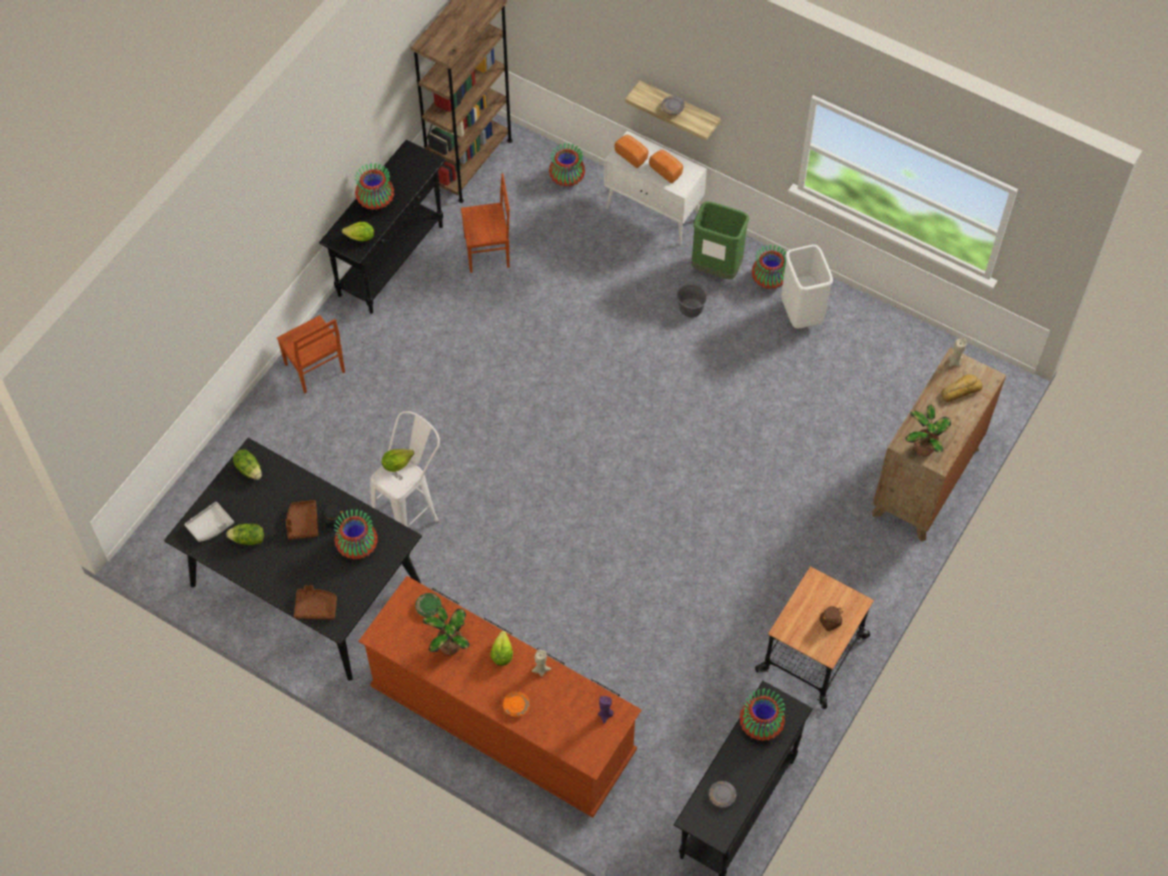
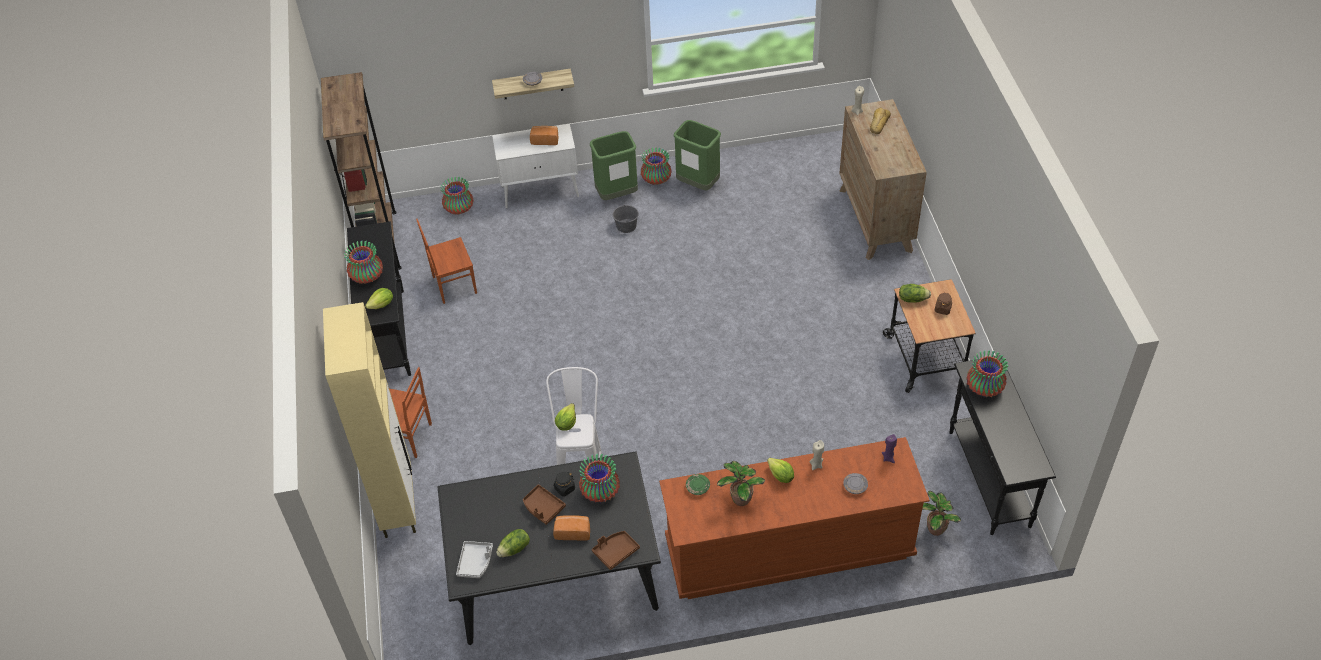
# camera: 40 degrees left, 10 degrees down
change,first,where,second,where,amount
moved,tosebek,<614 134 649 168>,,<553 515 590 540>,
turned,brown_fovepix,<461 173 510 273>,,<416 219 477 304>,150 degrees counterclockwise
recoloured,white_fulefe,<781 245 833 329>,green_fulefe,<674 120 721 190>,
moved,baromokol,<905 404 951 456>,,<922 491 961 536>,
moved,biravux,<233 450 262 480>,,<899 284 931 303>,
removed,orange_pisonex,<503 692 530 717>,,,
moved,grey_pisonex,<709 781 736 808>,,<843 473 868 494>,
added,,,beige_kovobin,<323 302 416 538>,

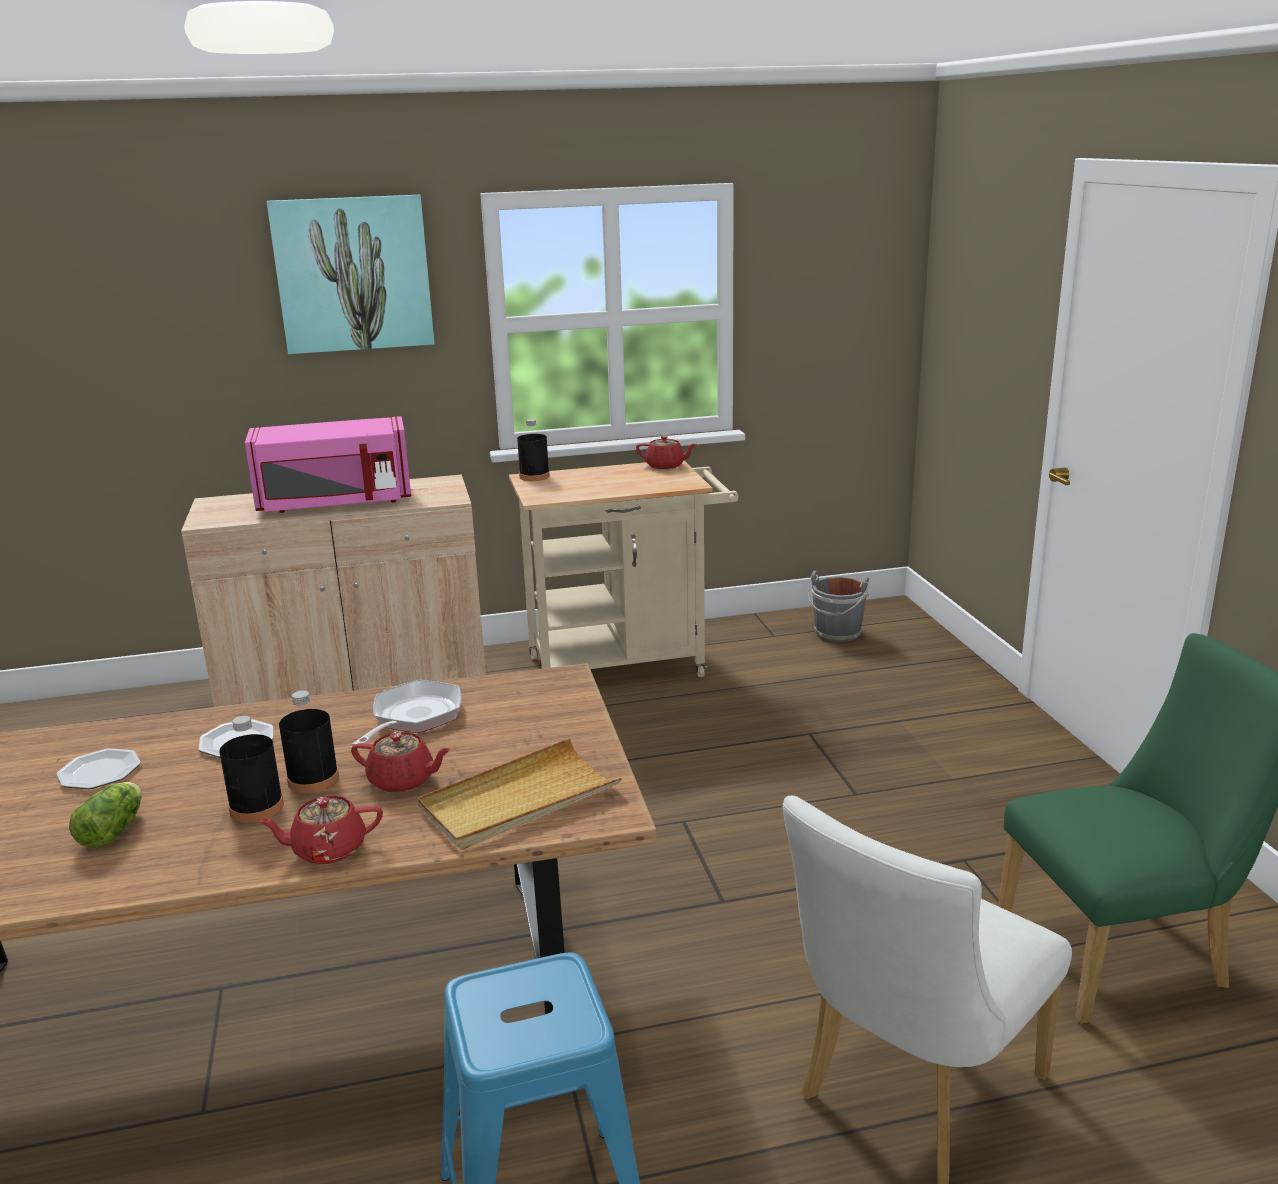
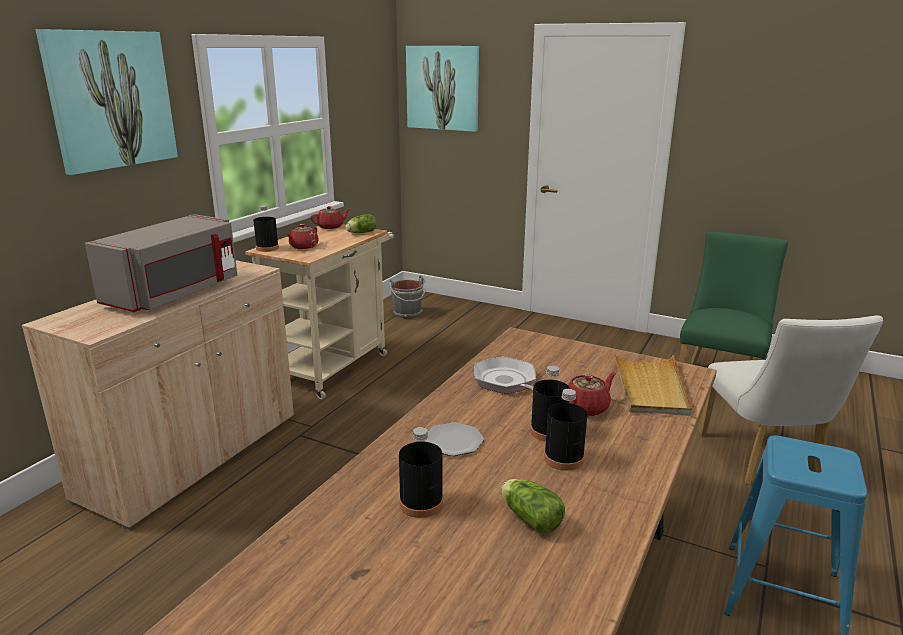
# camera: 50 degrees left, 0 degrees up
change,first,where,second,where,amount
recoloured,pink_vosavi,<245 416 411 513>,grey_vosavi,<85 214 237 312>,
replaced,pisonex,<57 748 141 789>,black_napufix,<399 427 443 518>,
moved,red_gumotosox,<257 796 383 864>,,<287 224 319 249>,
added,,,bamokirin,<406 46 479 132>,
added,,,biravux,<345 214 377 233>,

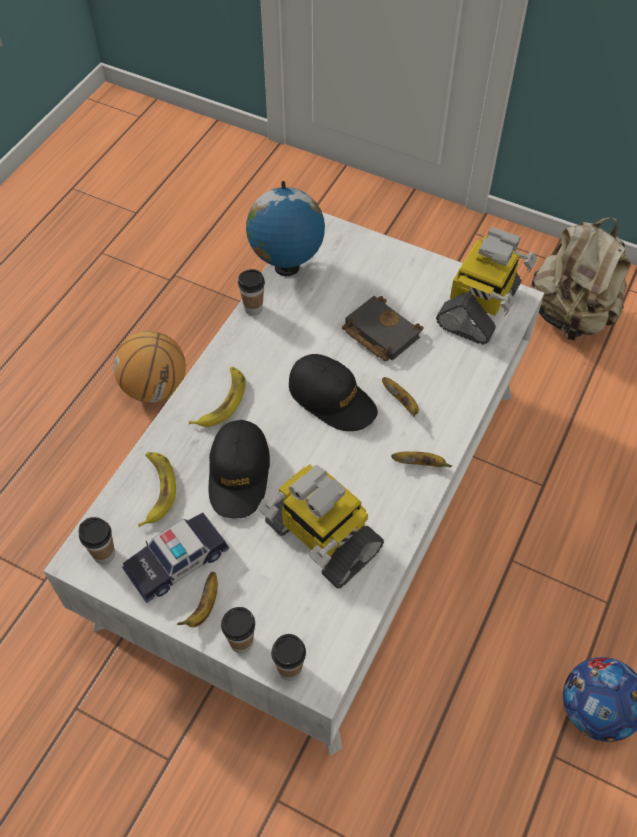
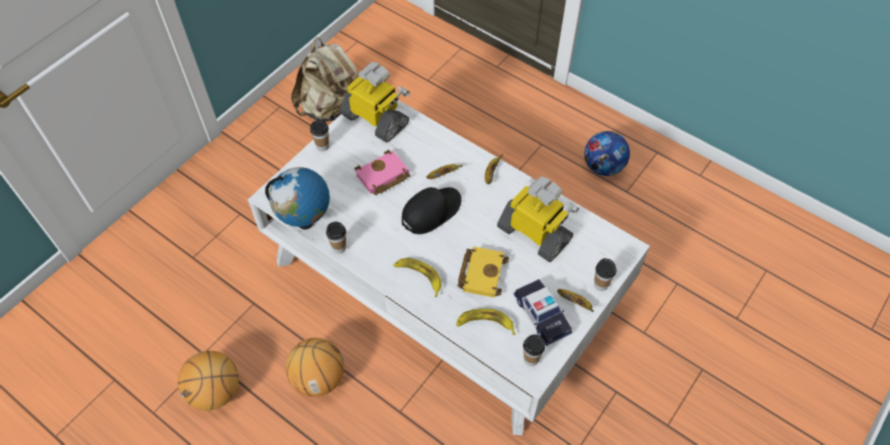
# camera: 80 degrees left, 0 degrees up
change,first,where,second,where,amount
recoloured,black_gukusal,<342 296 424 361>,pink_gukusal,<355 150 410 195>,
replaced,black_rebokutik,<208 420 270 518>,yellow_gukusal,<457 247 509 298>,
turned,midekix,<258 464 384 589>,,<497 176 579 262>,105 degrees counterclockwise
moved,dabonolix,<271 634 306 681>,,<310 120 329 151>,
added,,,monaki,<178 351 239 411>,

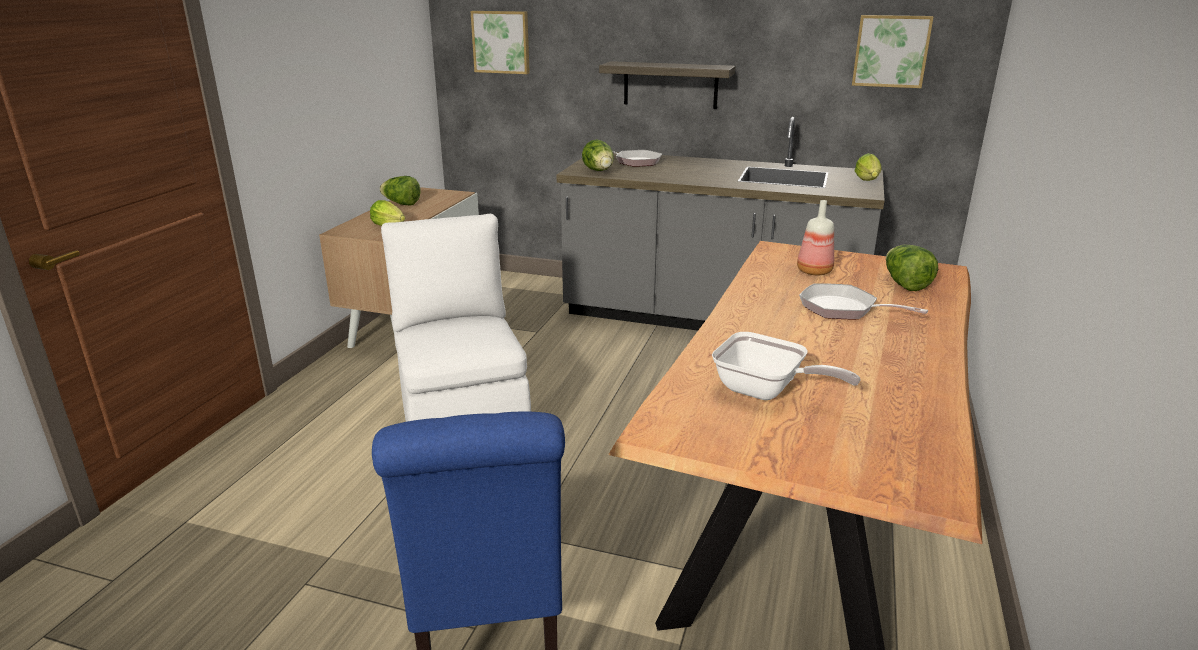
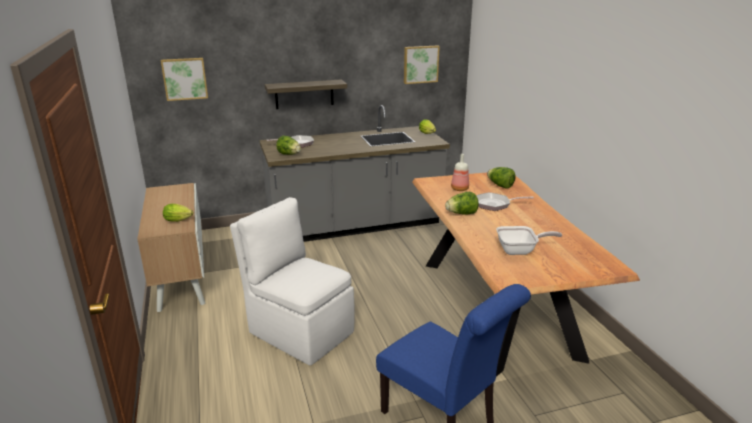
# camera: 35 degrees left, 0 degrees up
change,first,where,second,where,amount
moved,biravux,<380 176 420 206>,,<445 192 479 215>,

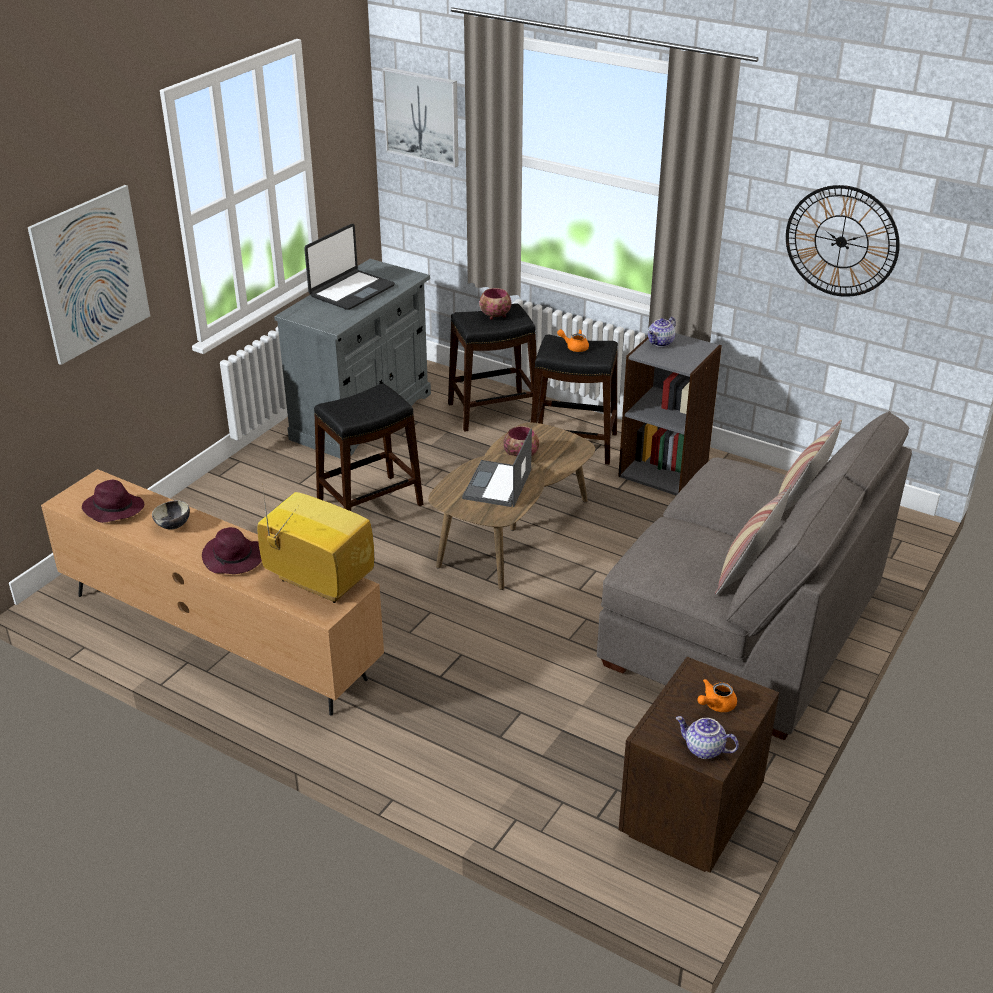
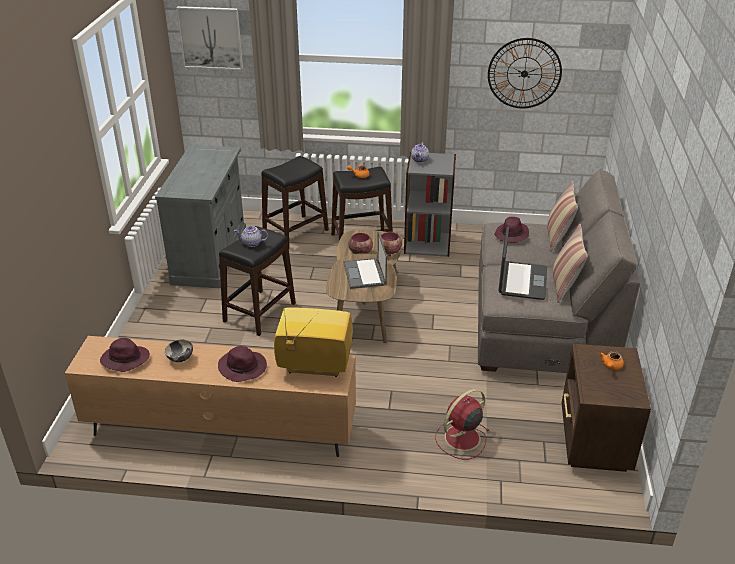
# camera: 25 degrees left, 0 degrees up
change,first,where,second,where,amount
removed,bamokirin,<28 185 150 365>,,,
moved,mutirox,<304 224 395 310>,,<498 227 547 300>,
moved,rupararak,<479 288 511 320>,,<380 232 402 256>,
moved,gumotosox,<676 716 739 759>,,<234 226 268 247>,
added,,,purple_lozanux,<494 217 529 243>,
added,,,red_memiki,<435 389 490 459>,

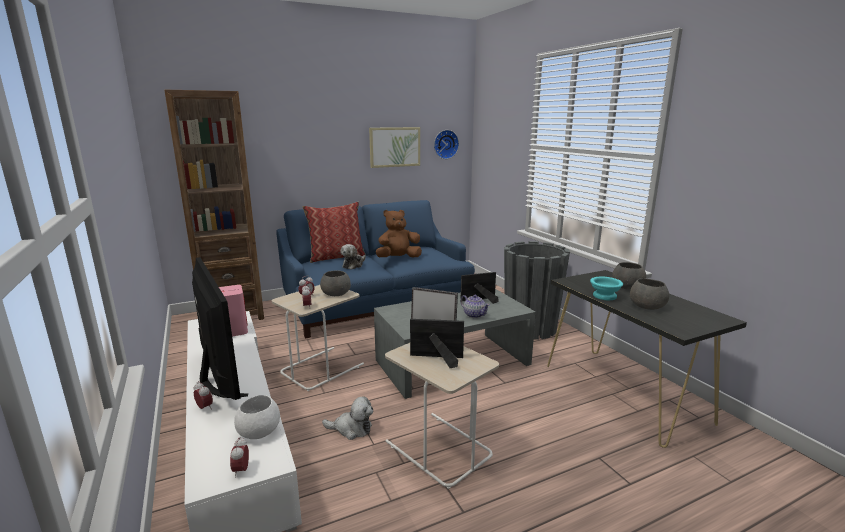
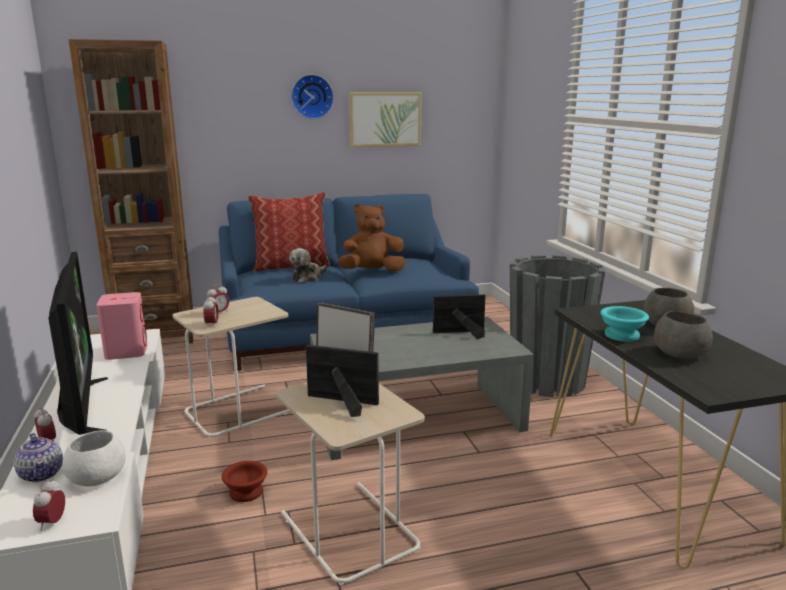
# camera: 10 degrees right, 0 degrees up
change,first,where,second,where,amount
moved,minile,<434 130 459 159>,,<291 74 334 119>,
removed,grey_rupararak,<320 270 351 296>,,,
moved,gumotosox,<460 295 490 318>,,<14 433 63 482>,
replaced,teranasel,<322 396 373 440>,brown_rupararak,<222 461 267 502>,

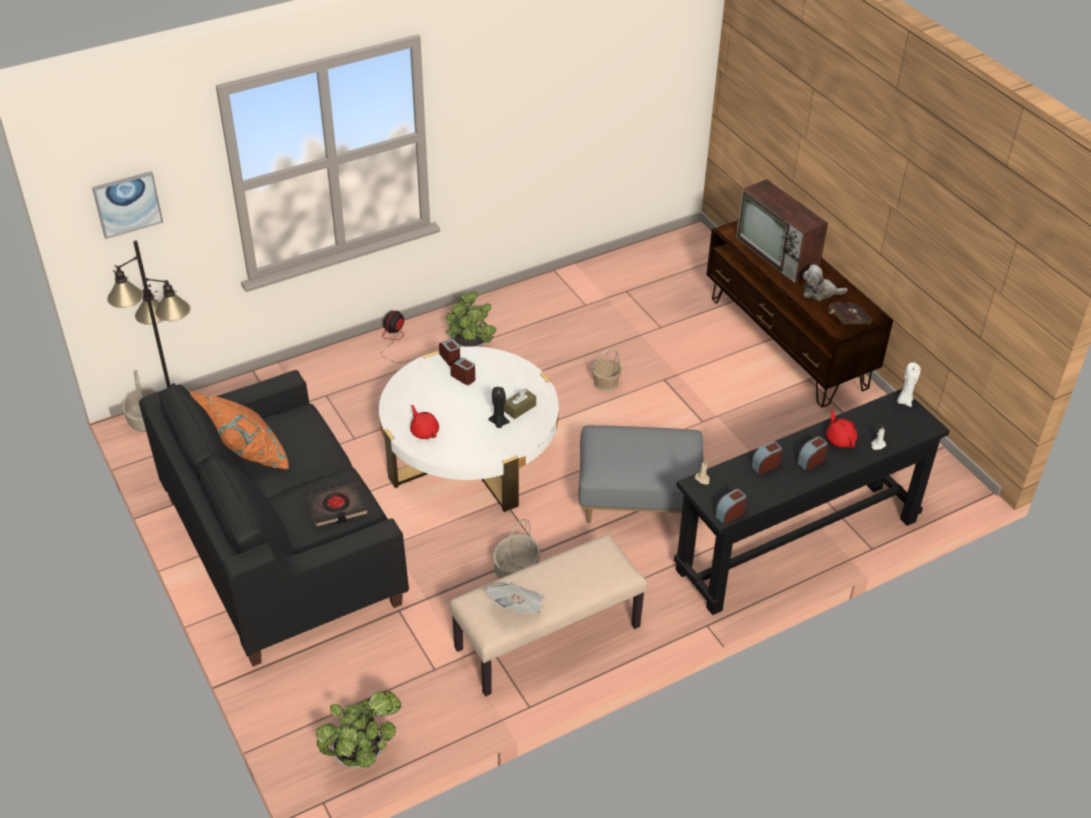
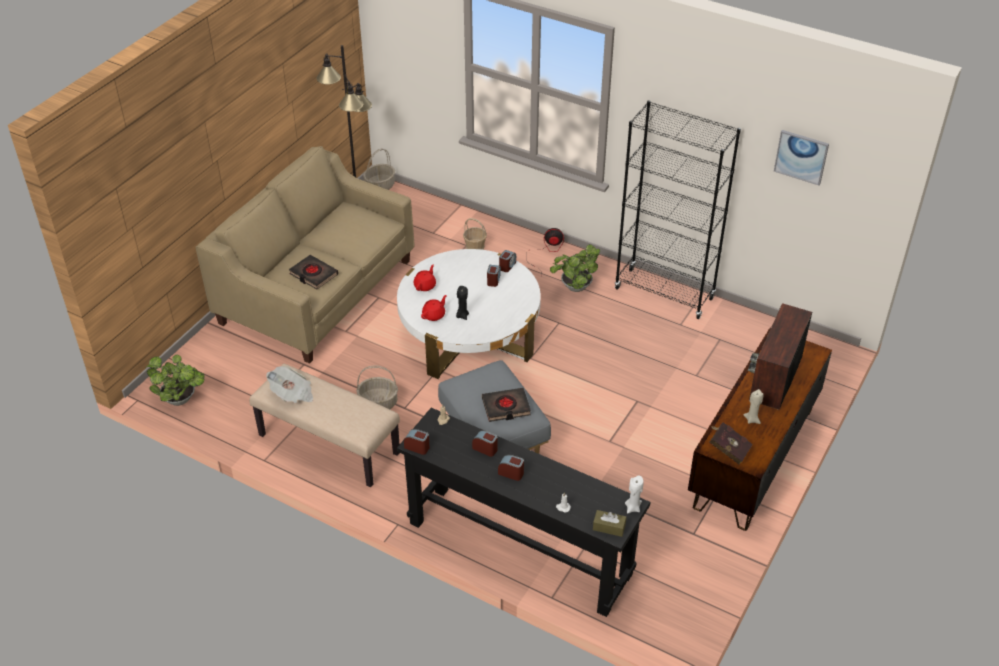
# camera: 60 degrees right, 0 degrees up
change,first,where,second,where,amount
moved,bamokirin,<92 171 163 239>,,<774 130 829 185>,
replaced,teranasel,<803 265 848 301>,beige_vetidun,<743 389 764 424>,
moved,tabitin,<592 349 622 392>,,<463 218 487 250>,
recoloured,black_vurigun,<139 370 409 667>,beige_vurigun,<195 146 415 364>,
moved,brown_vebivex,<504 389 536 419>,,<593 510 626 537>,
removed,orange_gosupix,<189 391 289 469>,,,
moved,red_gumotosox,<826 409 857 448>,,<421 295 447 321>,
added,,,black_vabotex,<614 101 741 319>,
added,,,black_gukusal,<482 388 531 422>,

